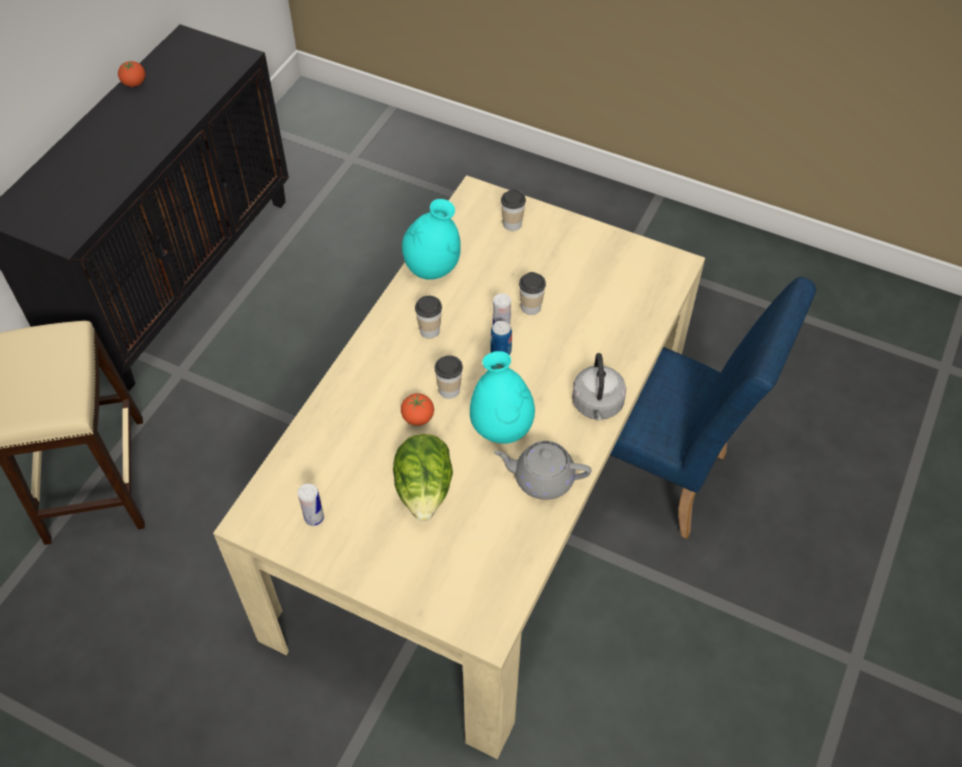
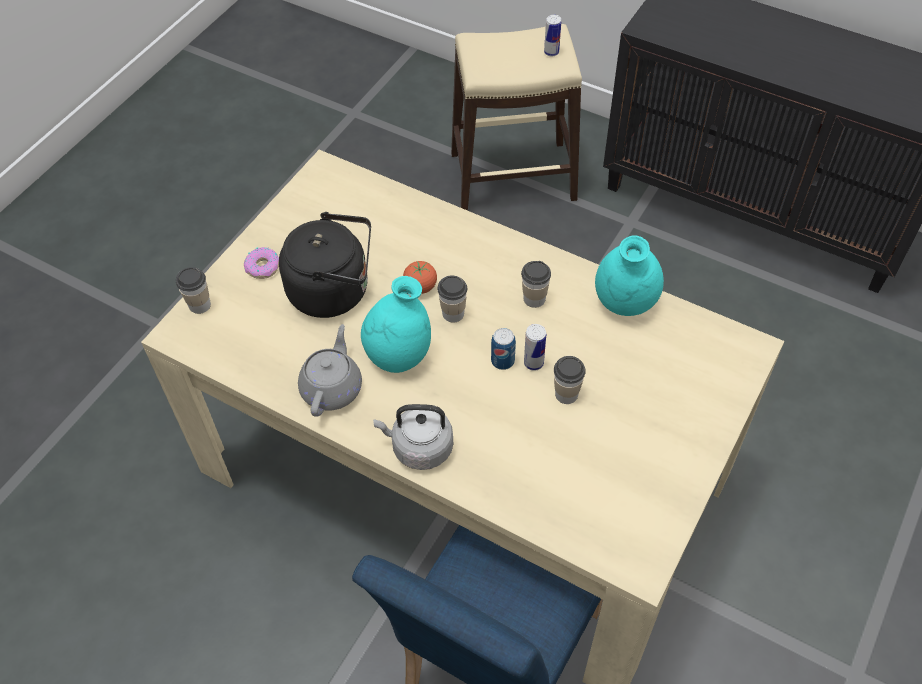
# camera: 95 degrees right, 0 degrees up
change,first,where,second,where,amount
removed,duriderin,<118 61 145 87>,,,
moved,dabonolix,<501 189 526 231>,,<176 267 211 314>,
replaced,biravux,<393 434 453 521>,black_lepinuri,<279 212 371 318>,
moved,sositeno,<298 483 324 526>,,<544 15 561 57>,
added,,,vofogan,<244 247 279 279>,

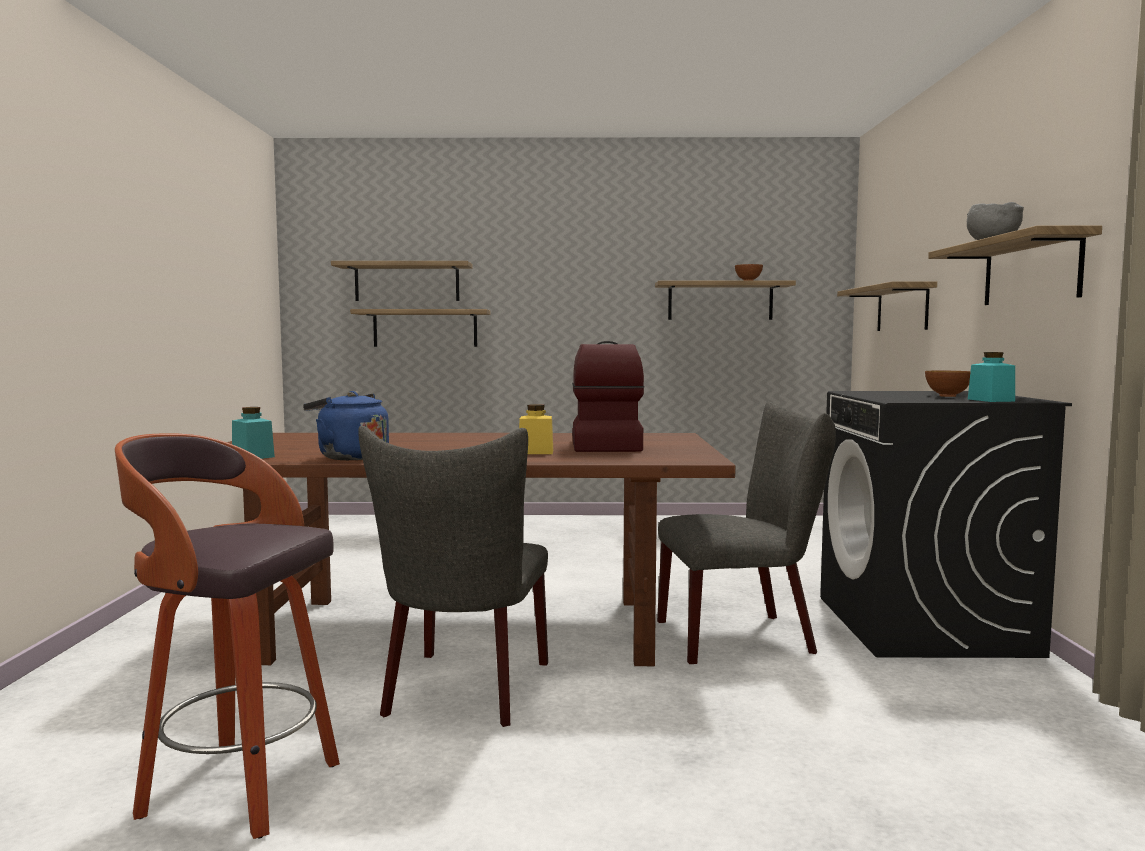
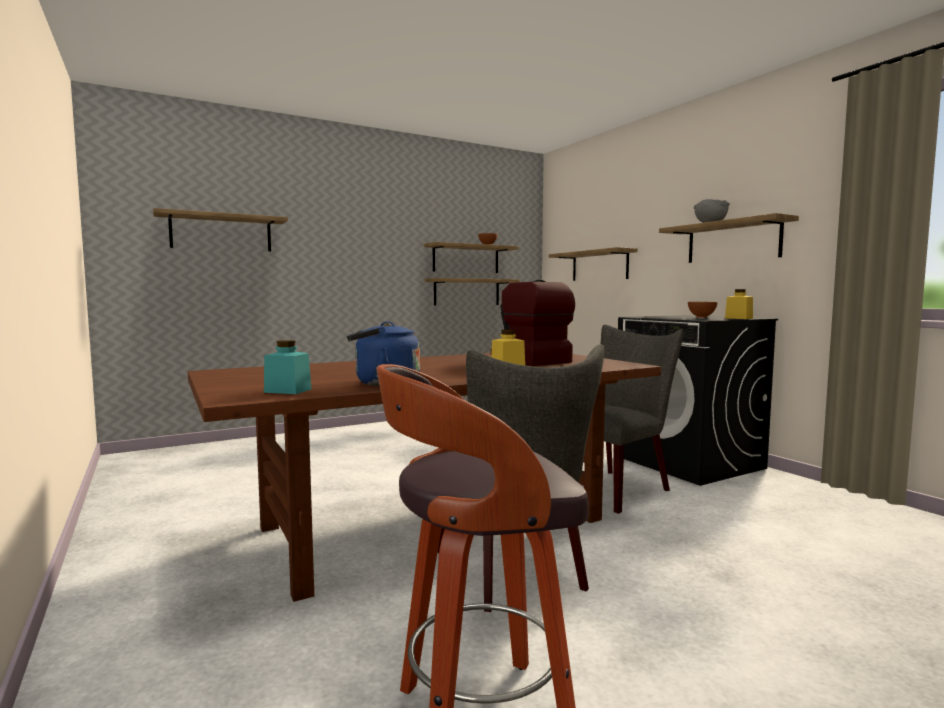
# camera: 30 degrees left, 0 degrees up
change,first,where,second,where,amount
moved,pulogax,<350 309 490 347>,,<425 278 519 306>,
recoloured,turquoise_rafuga,<968 352 1015 402>,yellow_rafuga,<725 289 753 319>,

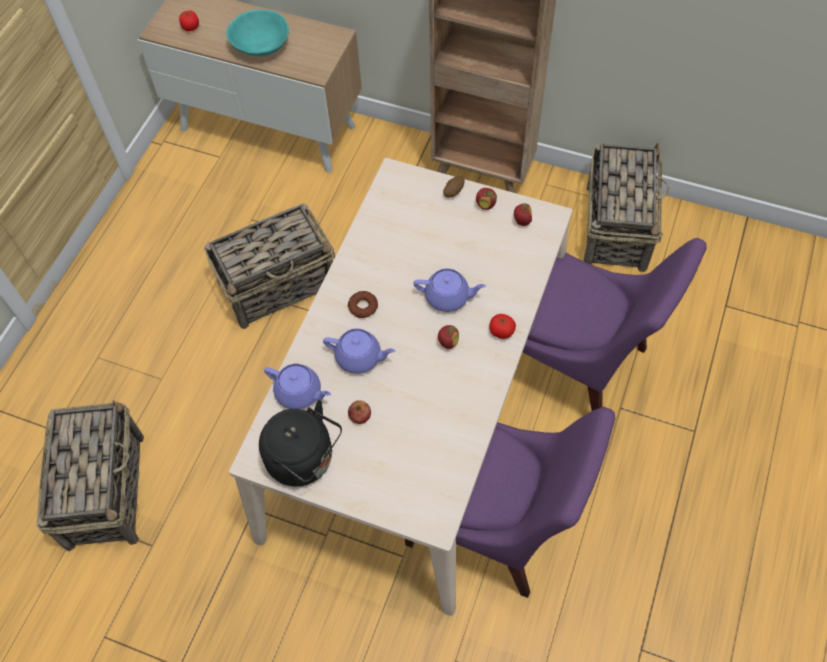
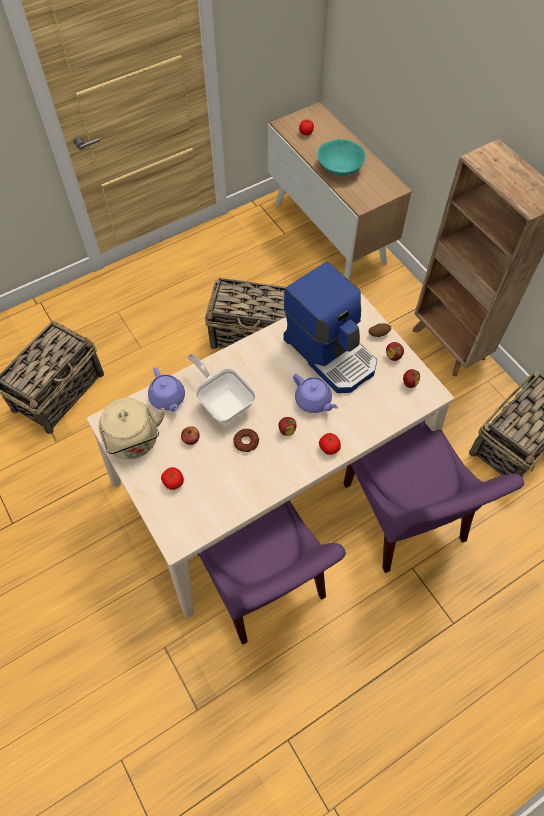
# camera: 35 degrees right, 0 degrees up
change,first,where,second,where,amount
moved,vofogan,<347 291 378 318>,,<233 429 259 452>,
replaced,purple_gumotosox,<323 329 395 374>,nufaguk,<187 354 256 423>,
recoloured,black_lepinuri,<259 400 342 486>,beige_lepinuri,<99 398 165 459>,
added,,,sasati,<283 262 377 393>,
added,,,duriderin,<161 467 184 490>,

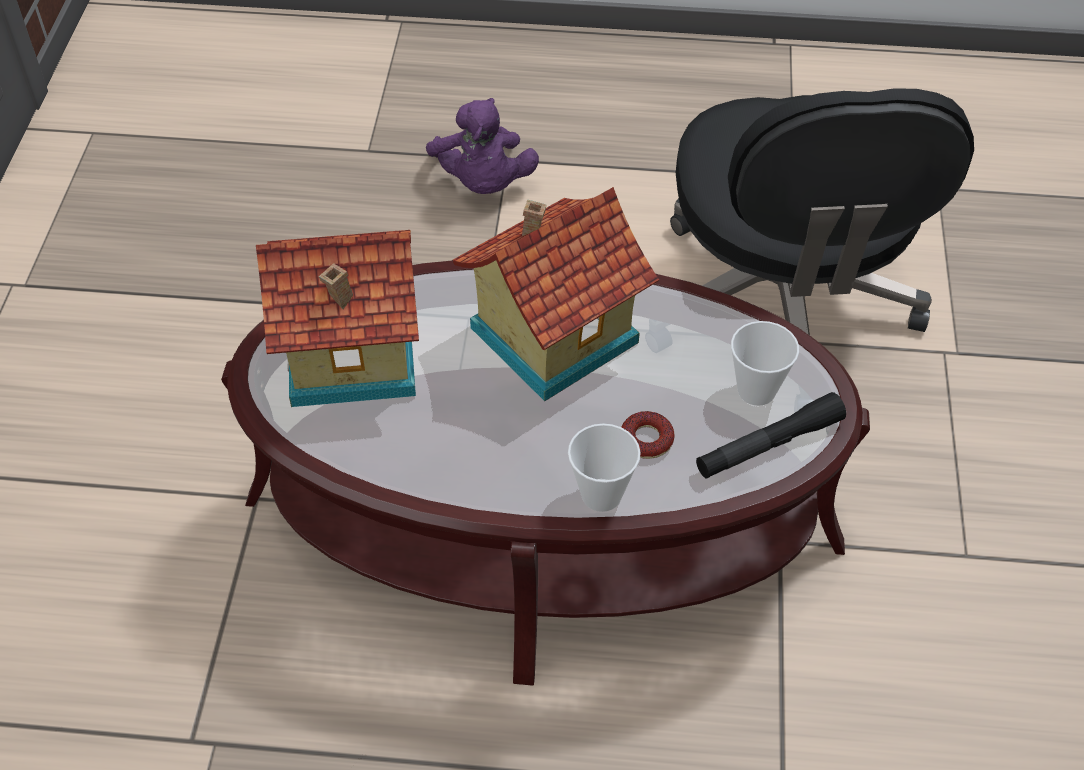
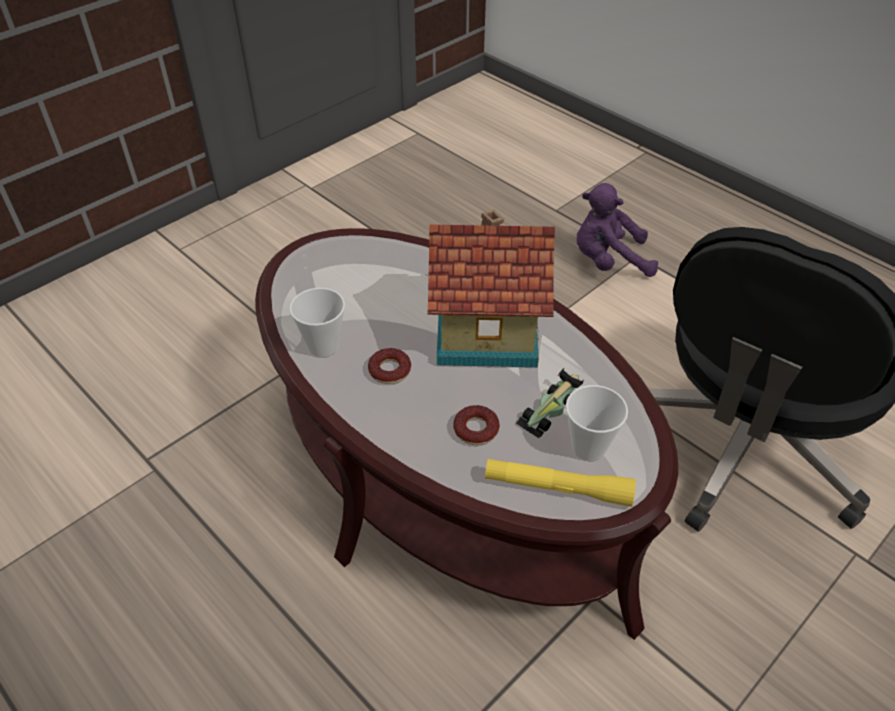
# camera: 40 degrees right, 5 degrees down
change,first,where,second,where,amount
turned,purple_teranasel,<426 98 539 194>,,<577 183 658 277>,60 degrees clockwise
removed,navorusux,<256 230 419 407>,,,
recoloured,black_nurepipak,<696 392 846 479>,yellow_nurepipak,<485 459 636 507>,
moved,dabonolix,<568 423 641 512>,,<290 288 345 357>,
added,,,vofogan,<368 348 411 384>,
added,,,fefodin,<516 368 584 439>,

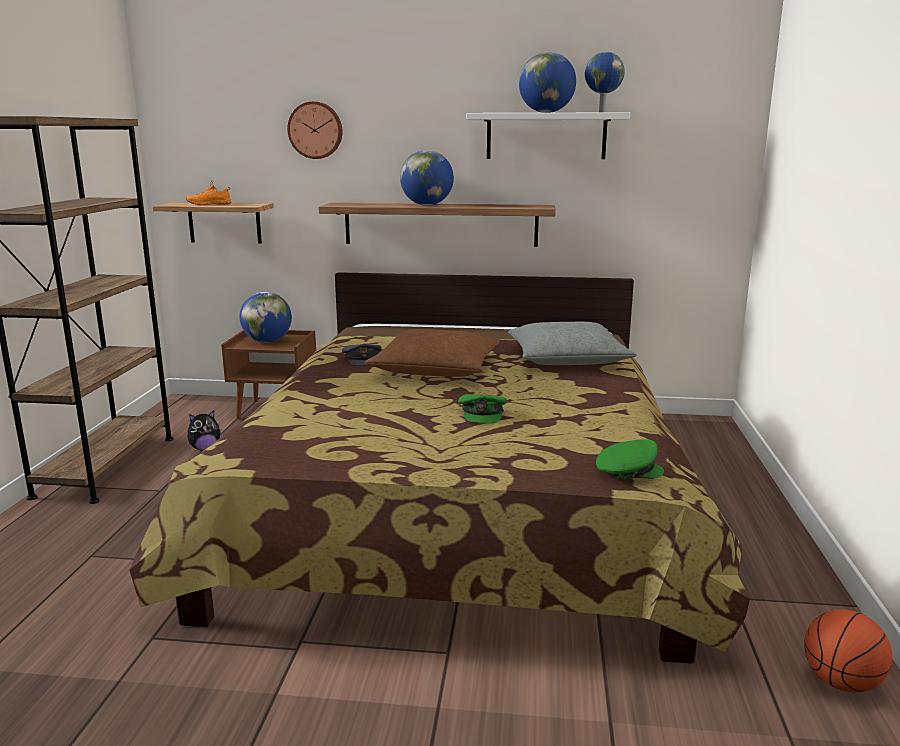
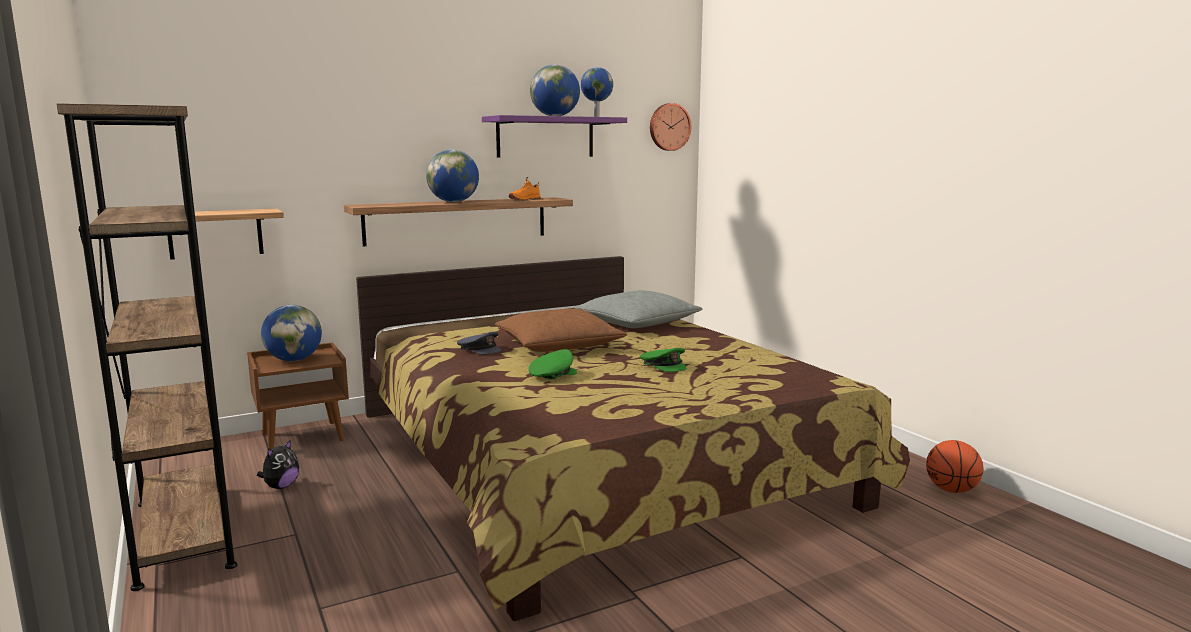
# camera: 35 degrees left, 5 degrees down
change,first,where,second,where,amount
moved,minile,<287 101 343 159>,,<650 103 691 151>,
recoloured,white_pulogax,<466 112 630 159>,purple_pulogax,<482 115 627 158>,
moved,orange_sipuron,<186 184 231 205>,,<509 177 541 200>,
moved,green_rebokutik,<596 439 664 479>,,<529 349 577 379>,

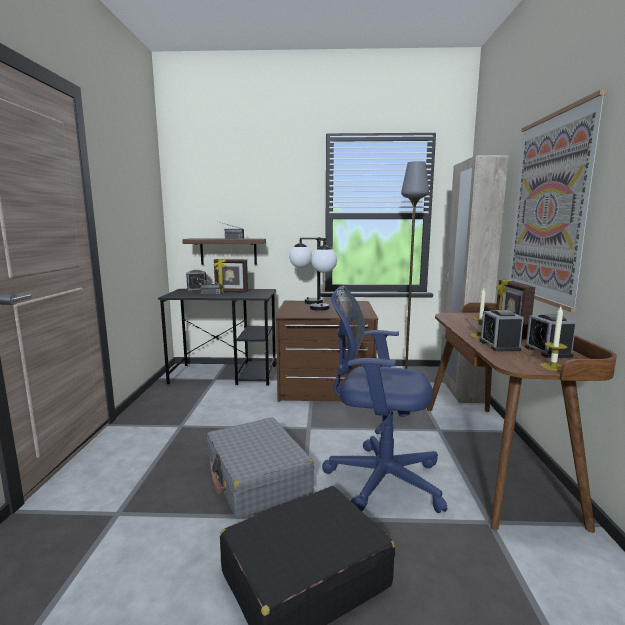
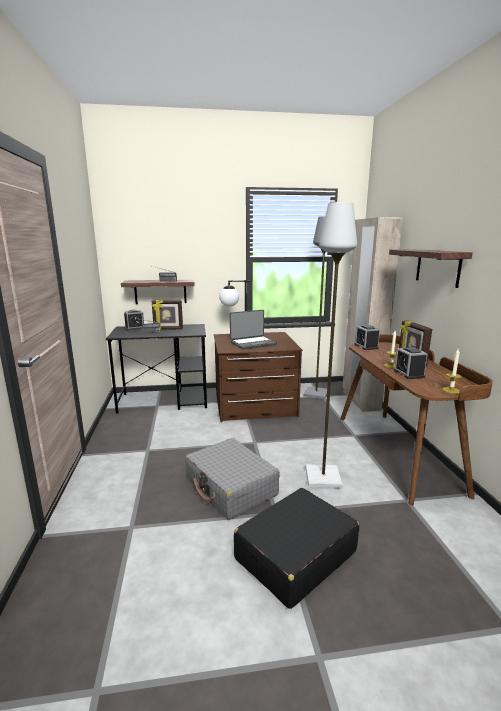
# camera: 10 degrees left, 5 degrees up
change,first,where,second,where,amount
replaced,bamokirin,<509 89 607 312>,pulogax,<389 249 473 288>,
replaced,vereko,<310 238 337 311>,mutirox,<230 310 277 349>,
replaced,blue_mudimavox,<322 286 447 513>,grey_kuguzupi,<306 202 357 488>,
moved,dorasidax,<525 314 576 358>,,<354 325 380 350>,

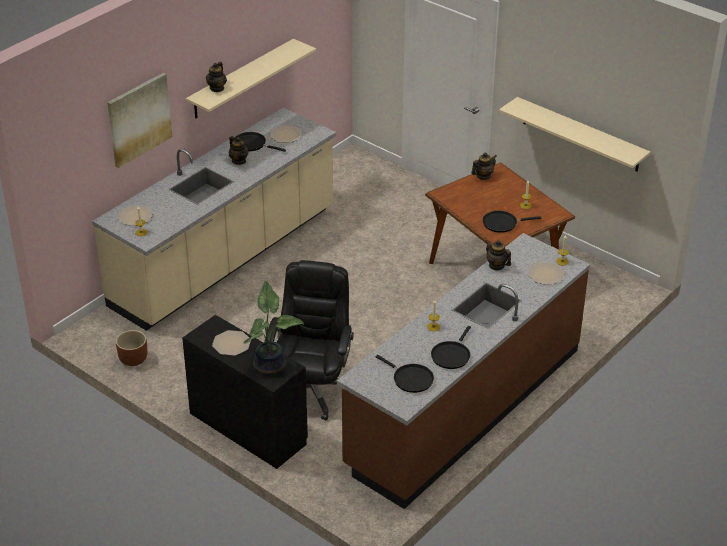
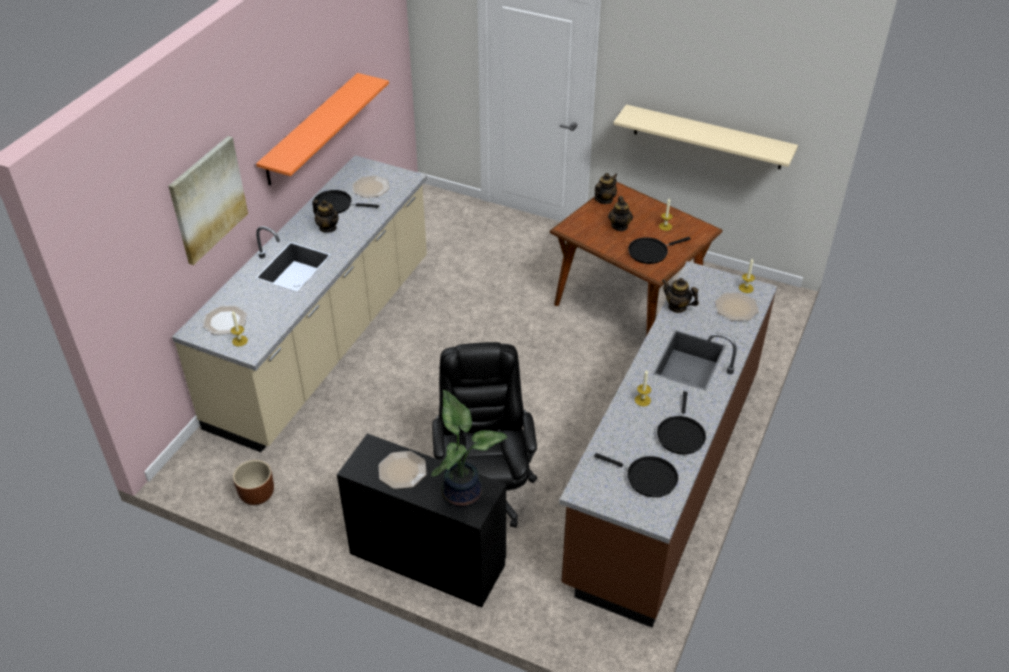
# camera: 15 degrees left, 5 degrees up
change,first,where,second,where,amount
recoloured,beige_pulogax,<186 39 316 118>,orange_pulogax,<256 73 389 186>,
moved,gumotosox,<206 62 227 92>,,<608 196 633 231>,

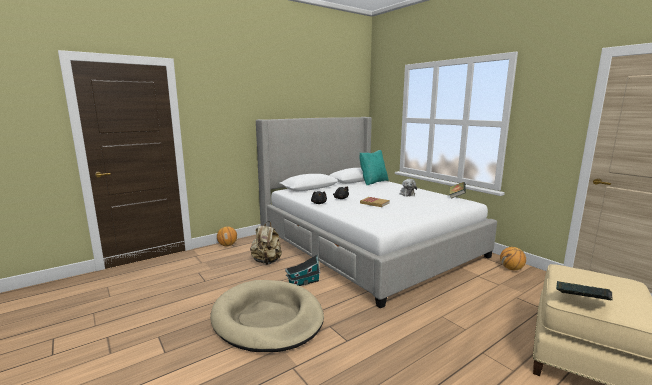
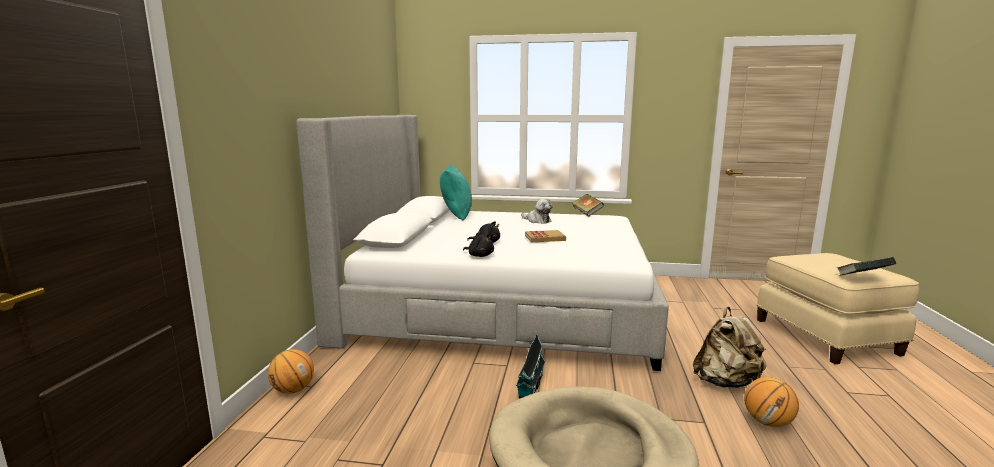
# camera: 45 degrees left, 0 degrees up
change,first,where,second,where,amount
moved,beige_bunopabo,<250 221 282 265>,,<693 307 766 388>,
moved,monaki,<500 247 526 270>,,<744 377 799 427>,

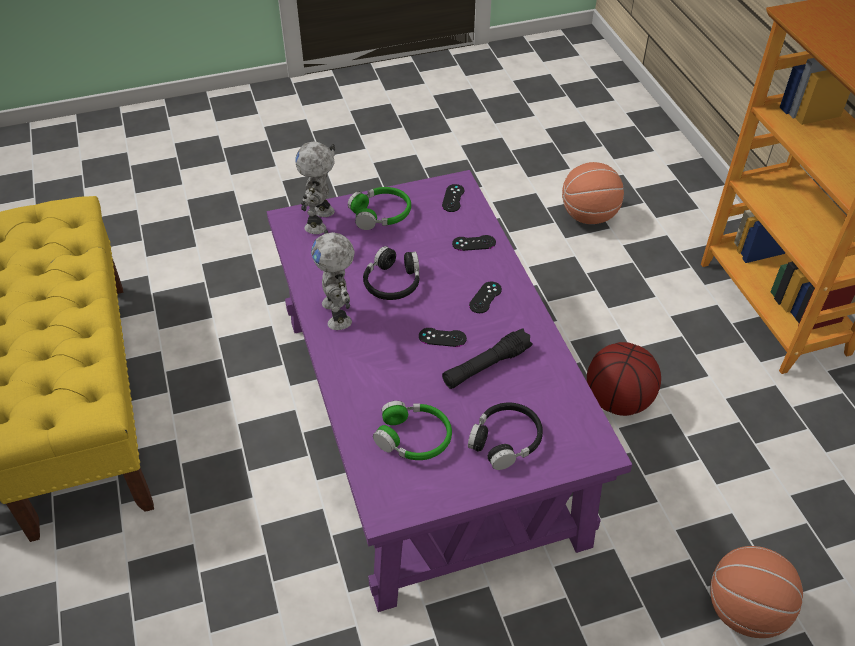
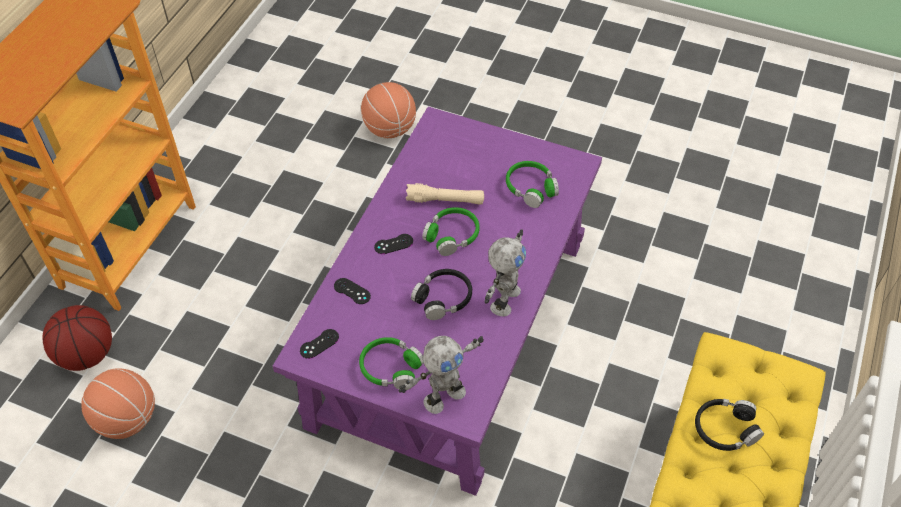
# camera: 140 degrees left, 5 degrees up
change,first,where,second,where,amount
replaced,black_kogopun,<419 328 467 347>,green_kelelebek,<422 207 480 256>,
recoloured,black_nurepipak,<442 328 533 389>,beige_nurepipak,<406 183 484 205>,
moved,monaki,<587 342 661 416>,,<42 305 112 371>,
moved,black_kelelebek,<468 403 543 470>,,<695 399 764 451>,

